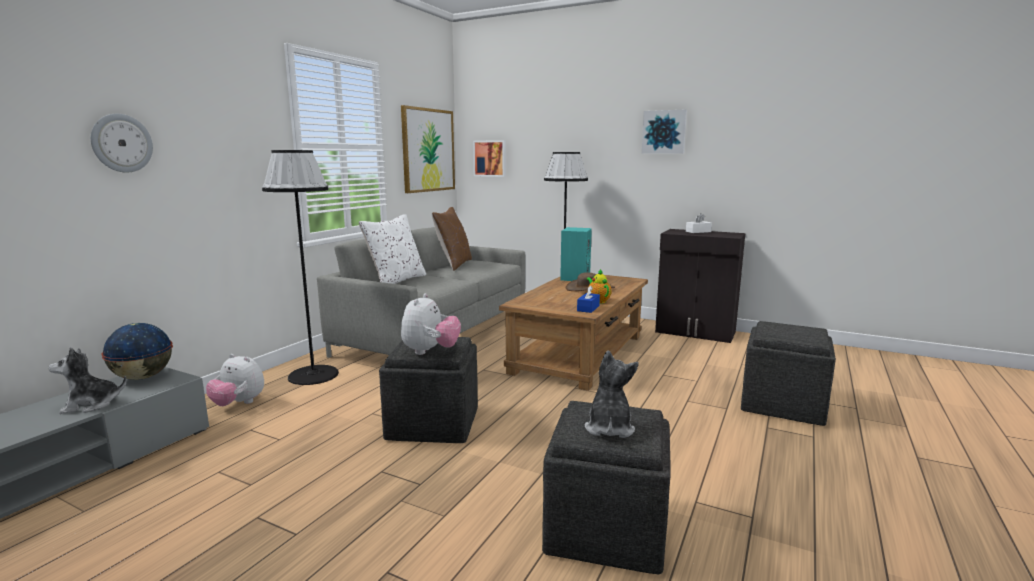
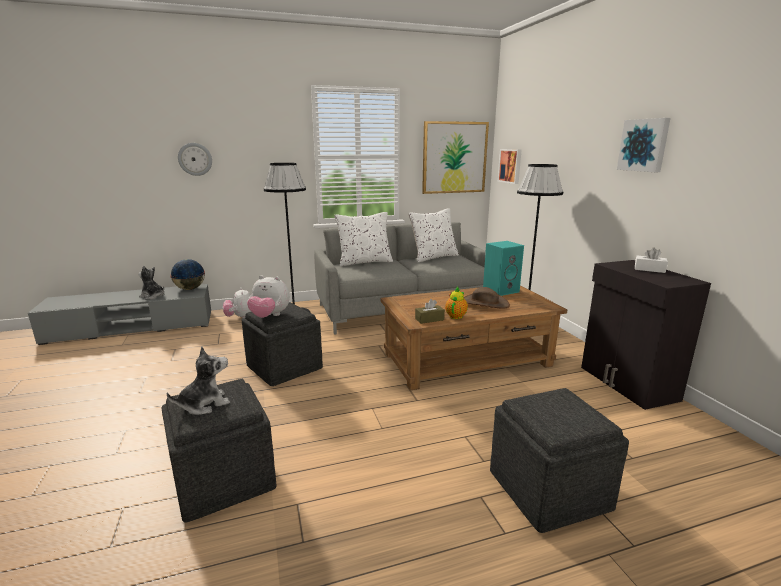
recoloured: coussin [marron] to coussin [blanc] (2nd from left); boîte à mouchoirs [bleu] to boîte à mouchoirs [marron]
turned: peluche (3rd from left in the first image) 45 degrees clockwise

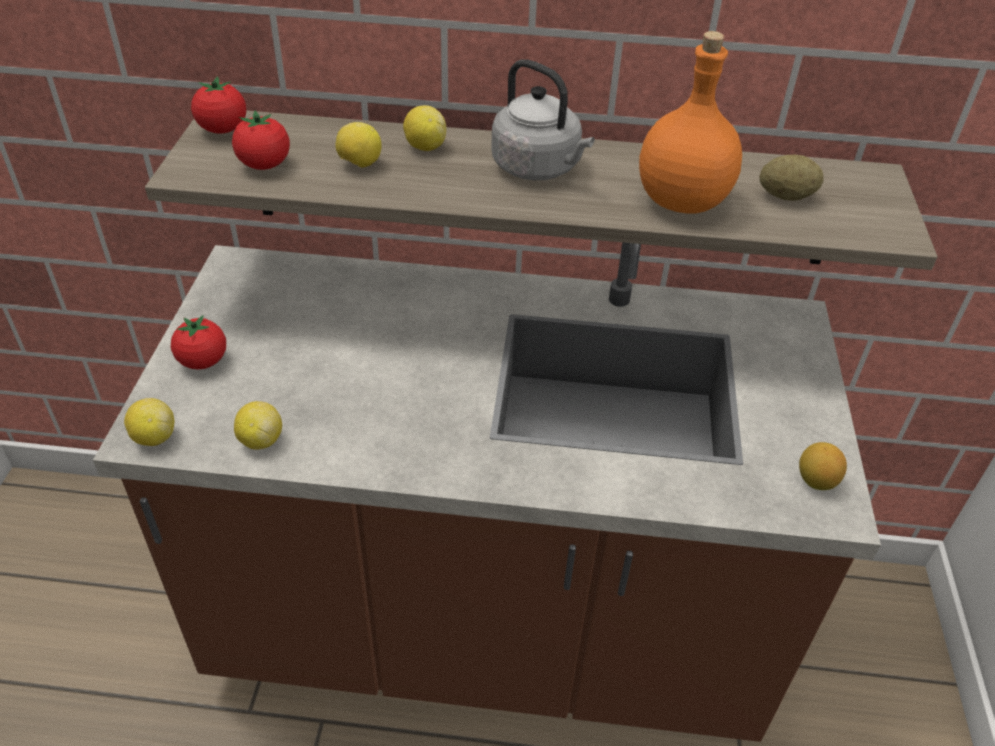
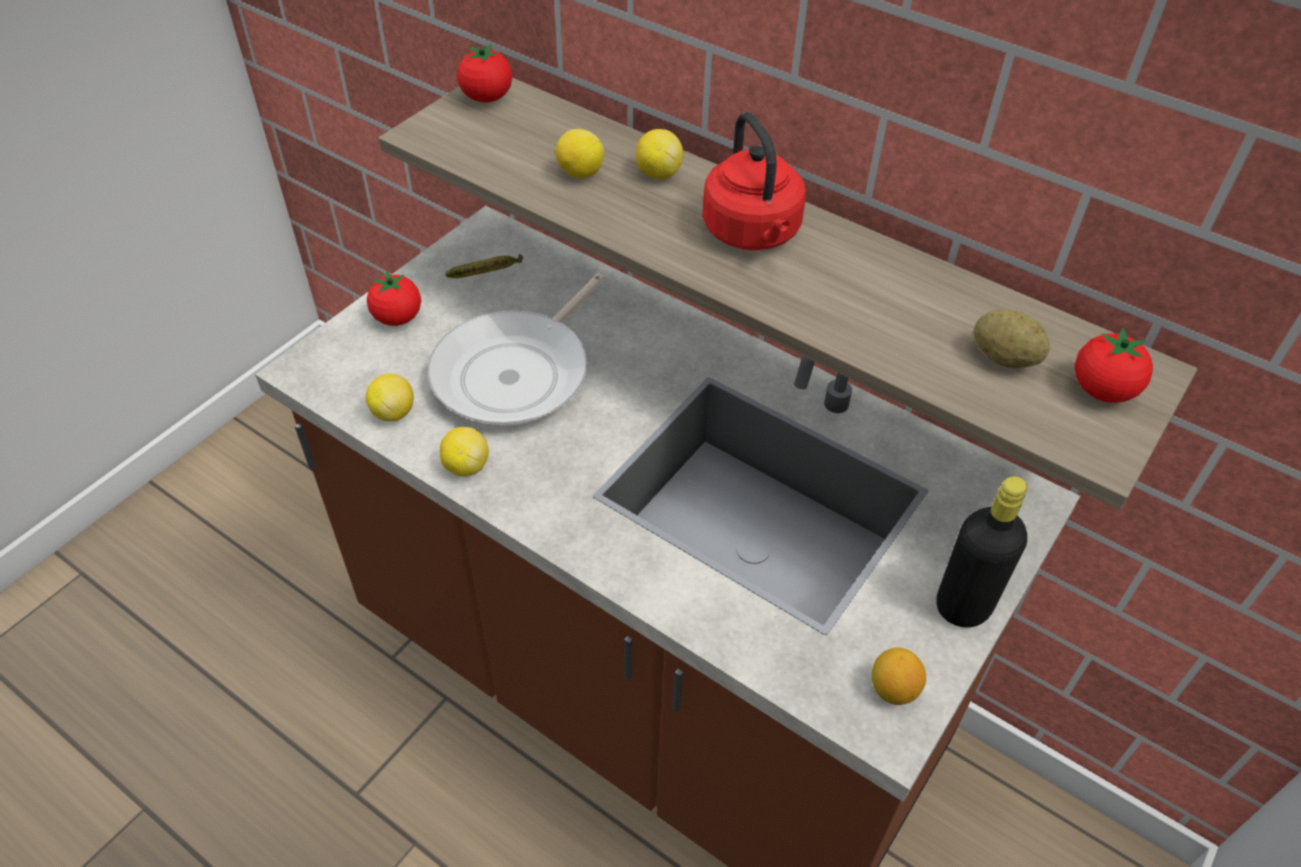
removed: bouteille [orange]
added: poêle; banane; bouteille [noir]
moved: citron (1st from left in the first image) to citron (2nd from left); tomate (3rd from left)
recoloured: bouilloire [gris] to bouilloire [rouge]

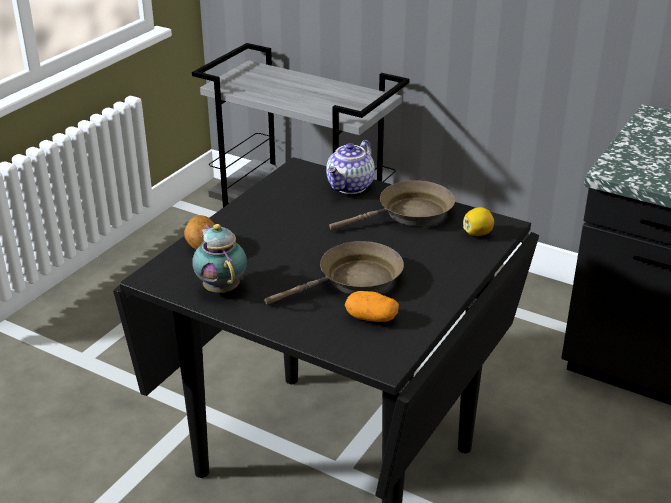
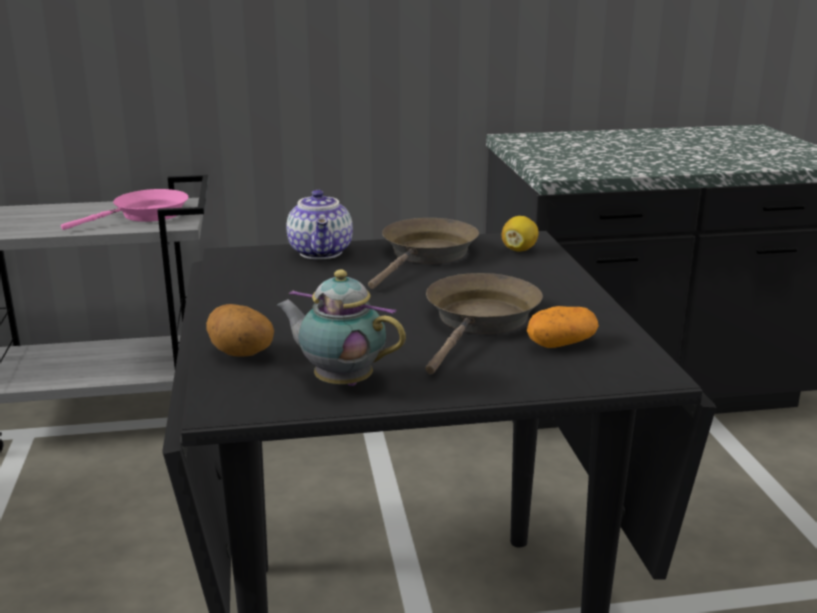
added: poêle [rose]

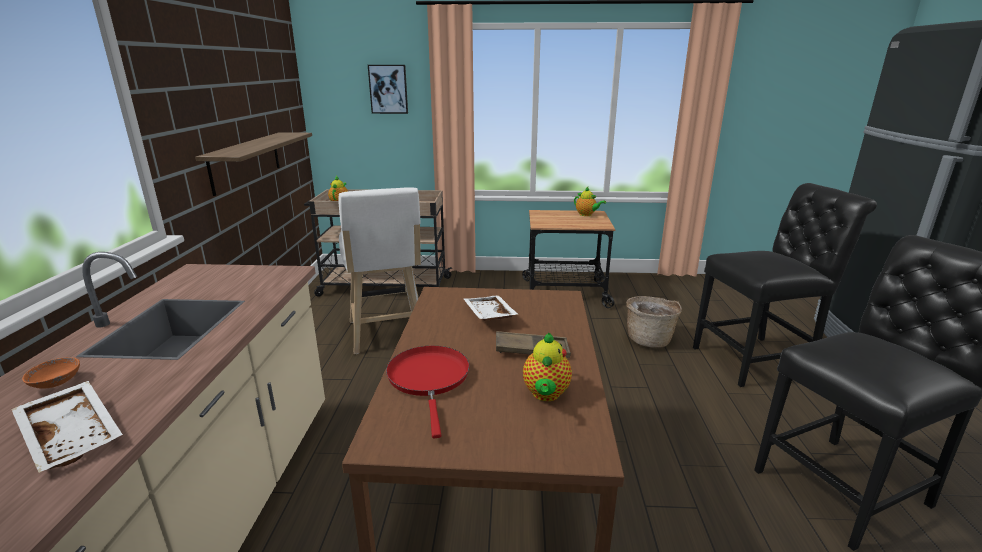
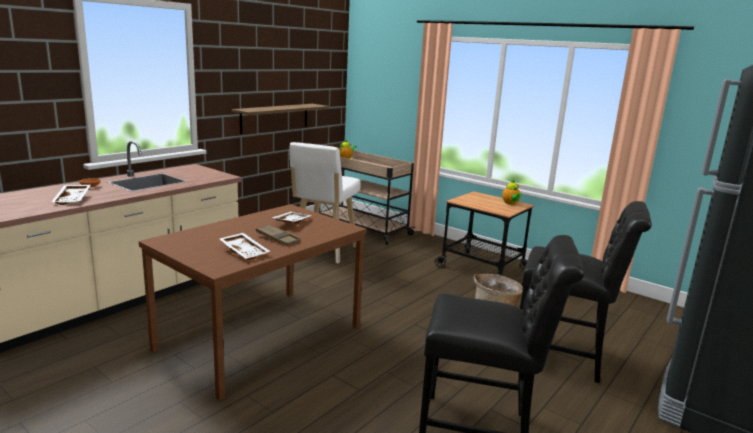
removed: tableau; poêle [rouge]
replaced: théière (2nd from left) to plateau [blanc] (2nd from left)

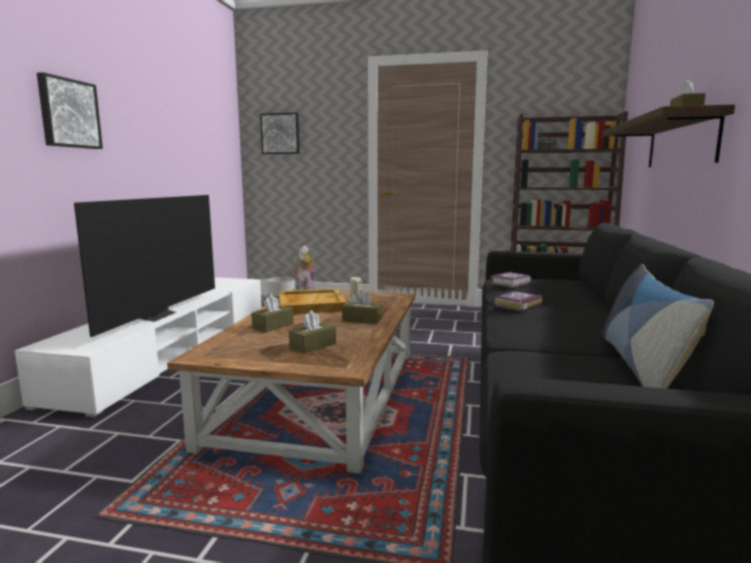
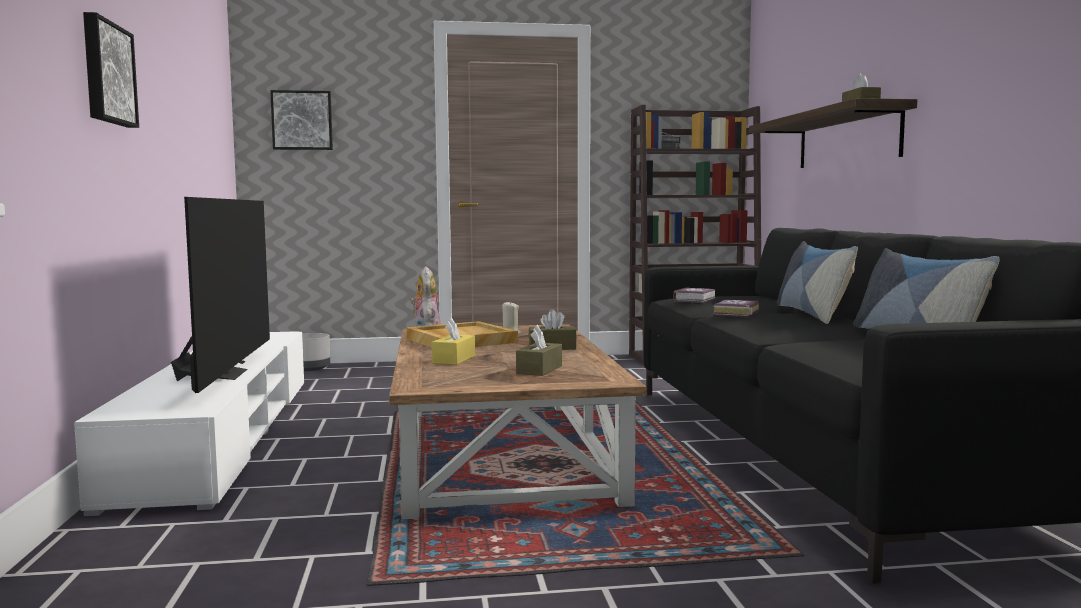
added: coussin (1st from left)
recoloured: boîte à mouchoirs [marron] (1st from left) to boîte à mouchoirs [jaune]

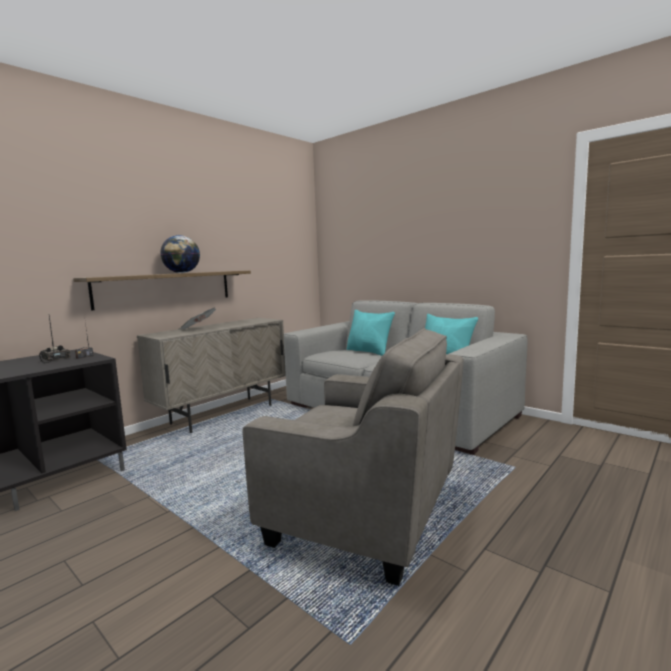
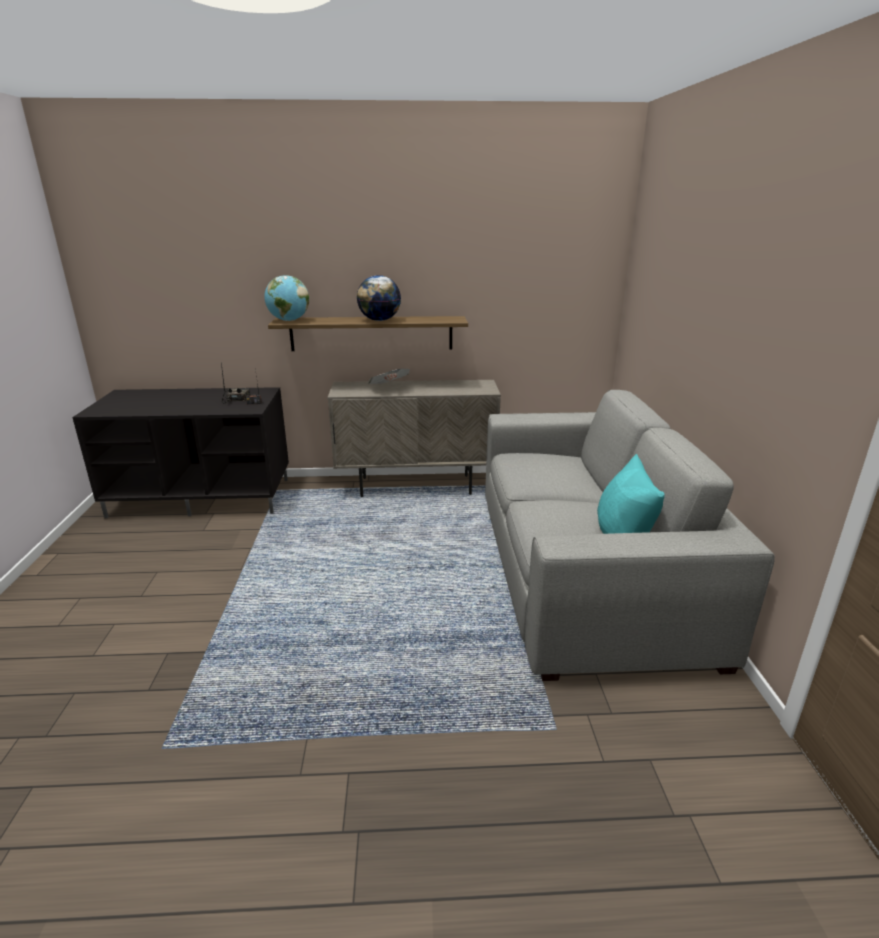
removed: fauteuil [gris]; coussin [turquoise] (1st from left)
added: globe (1st from left)

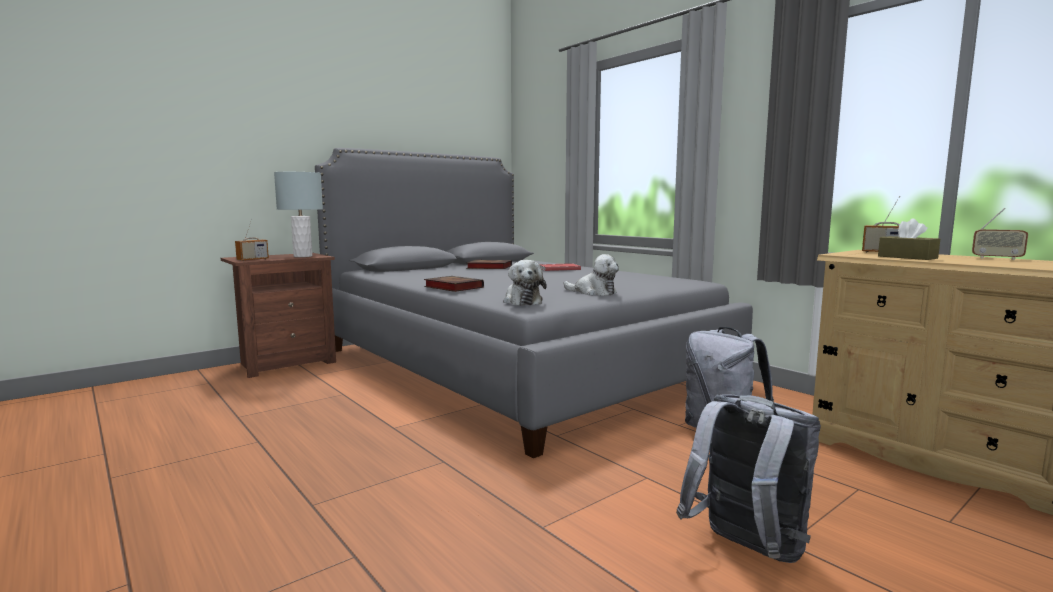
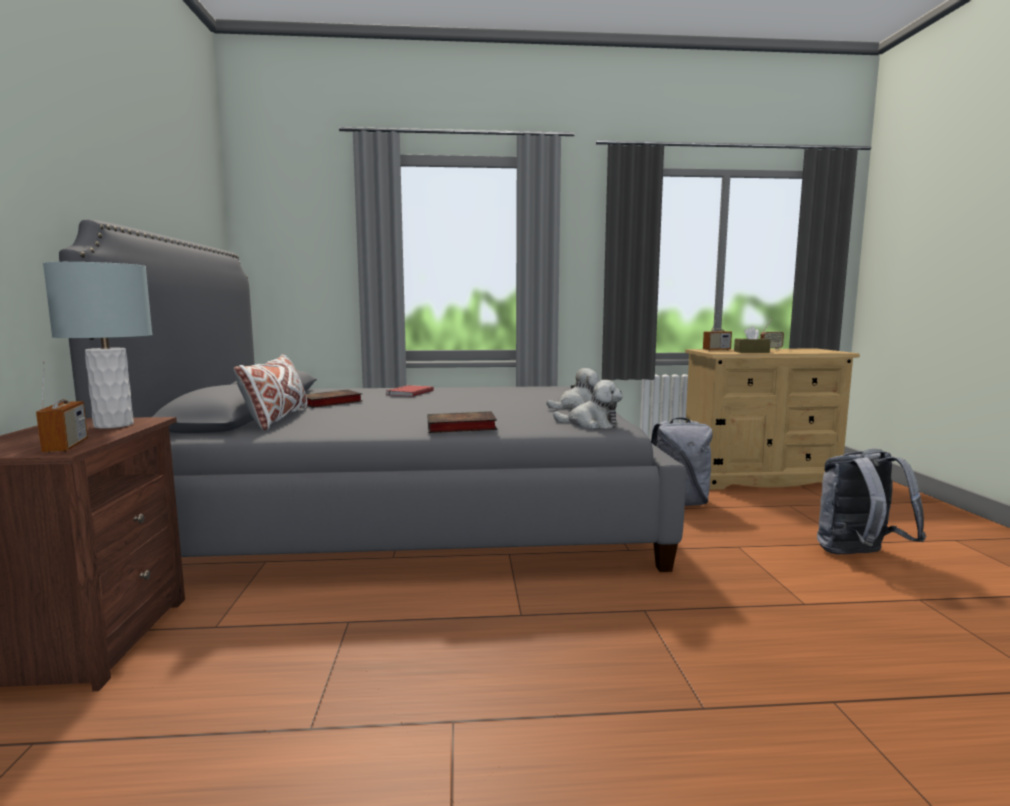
added: coussin [blanc]

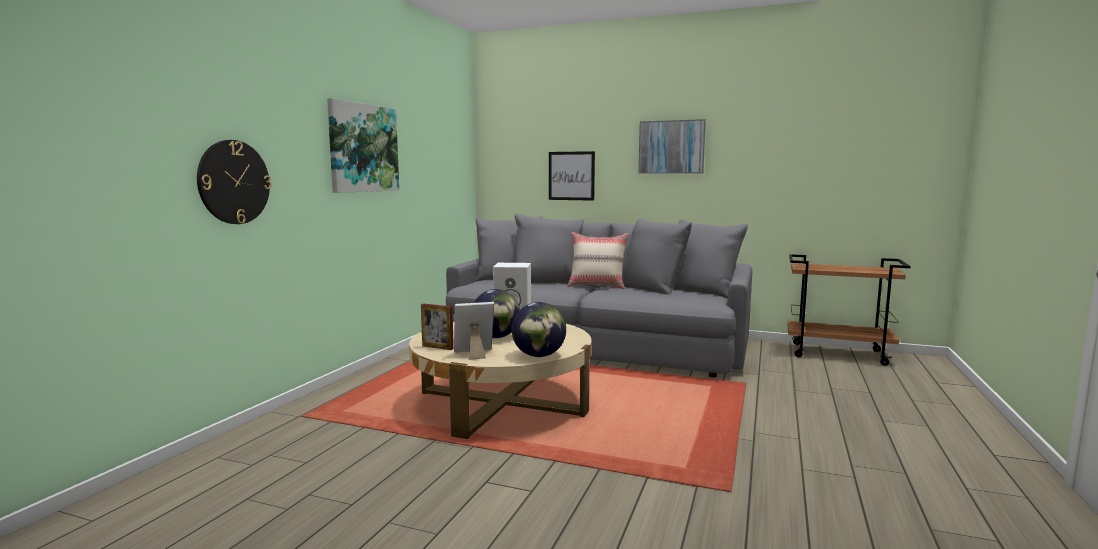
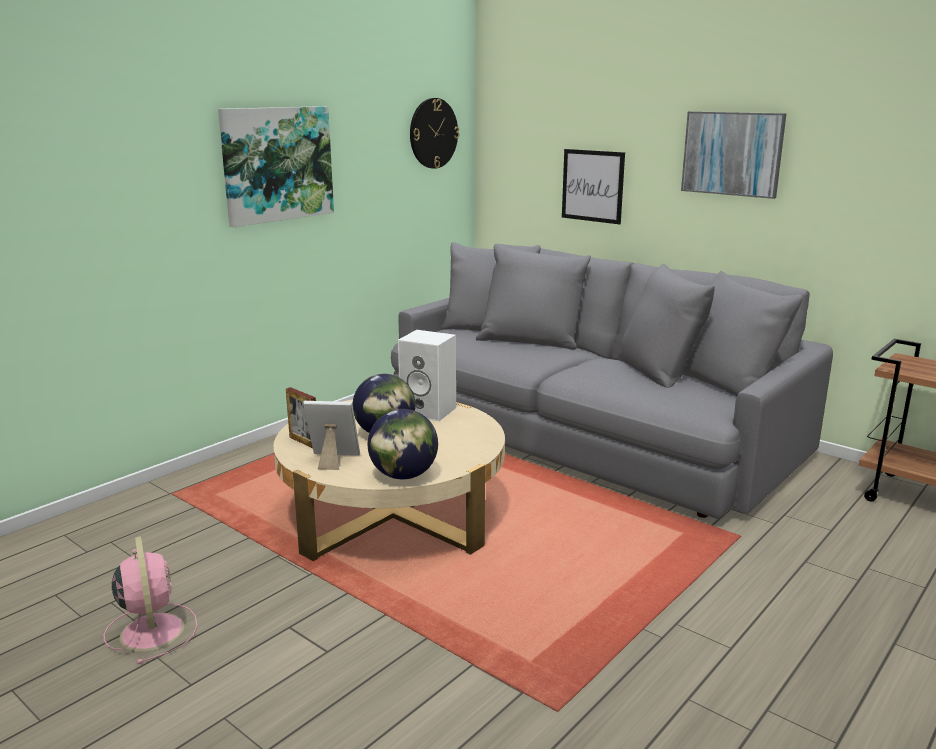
removed: coussin [beige]
added: ventilateur [rose]
moved: horloge murale

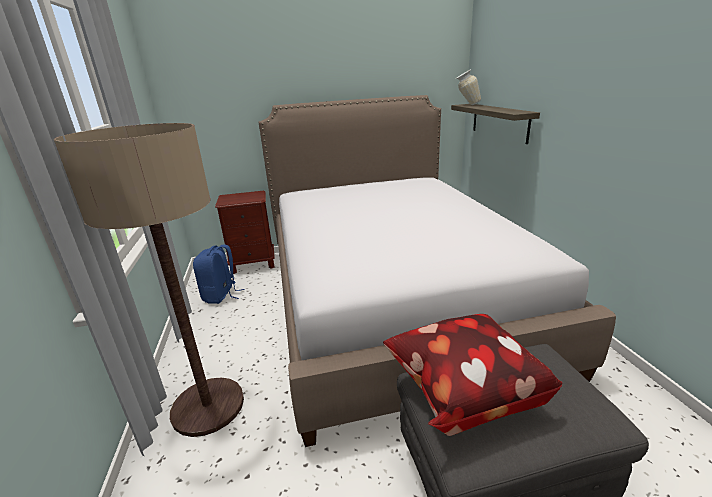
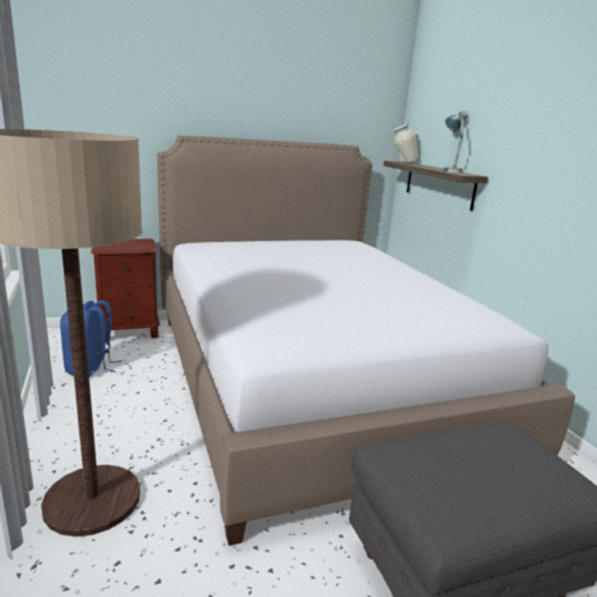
removed: coussin
added: lampe de table

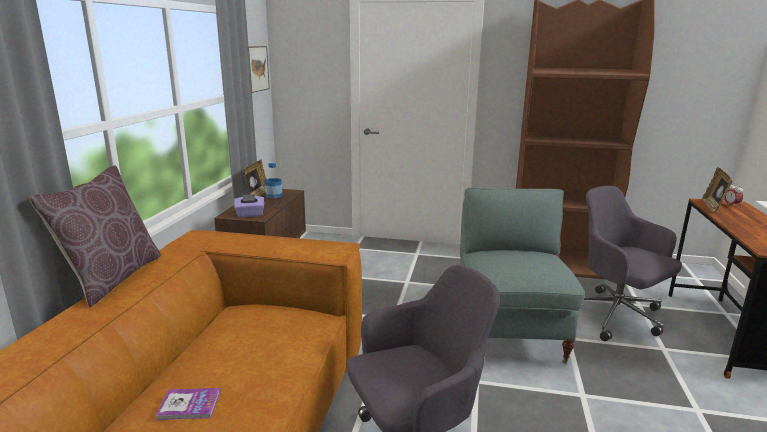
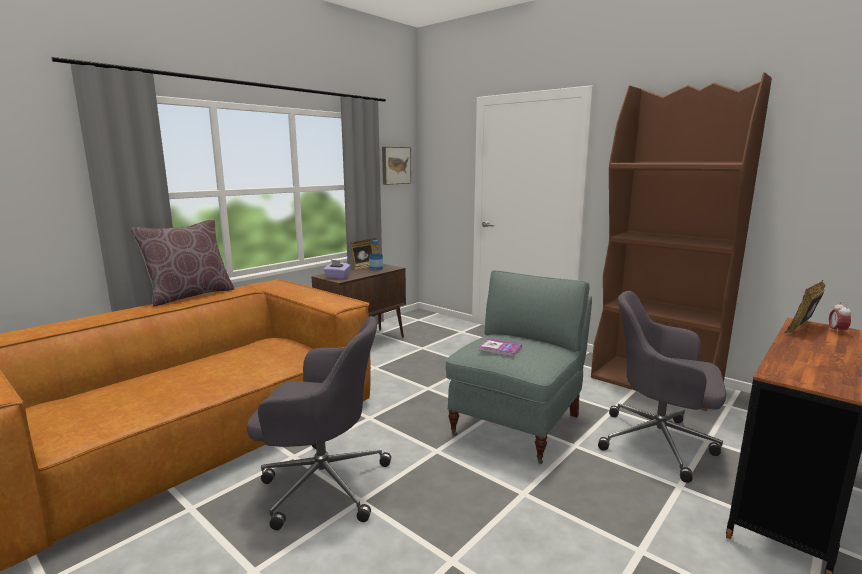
moved: livre
turned: chaise de bureau [gris] (2nd from left) 60 degrees counterclockwise

